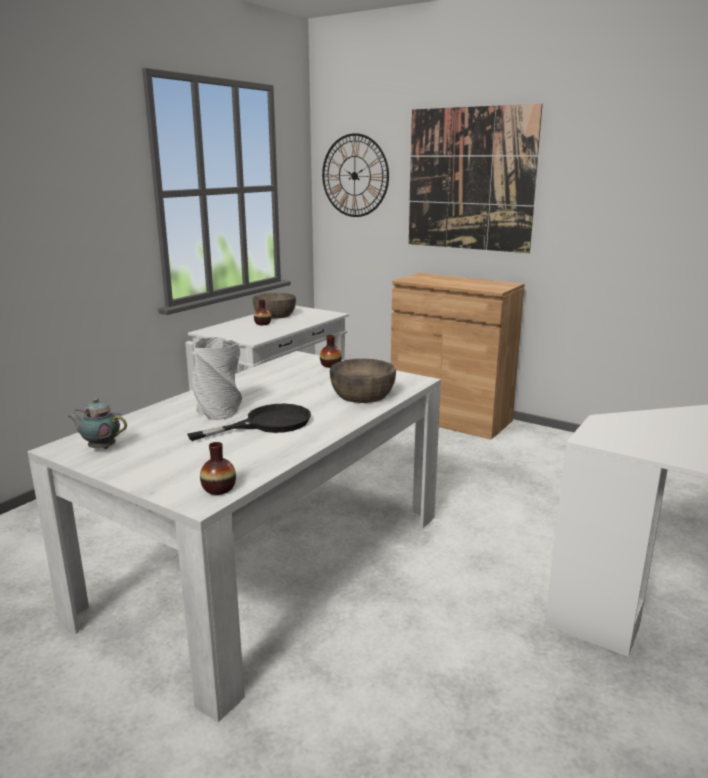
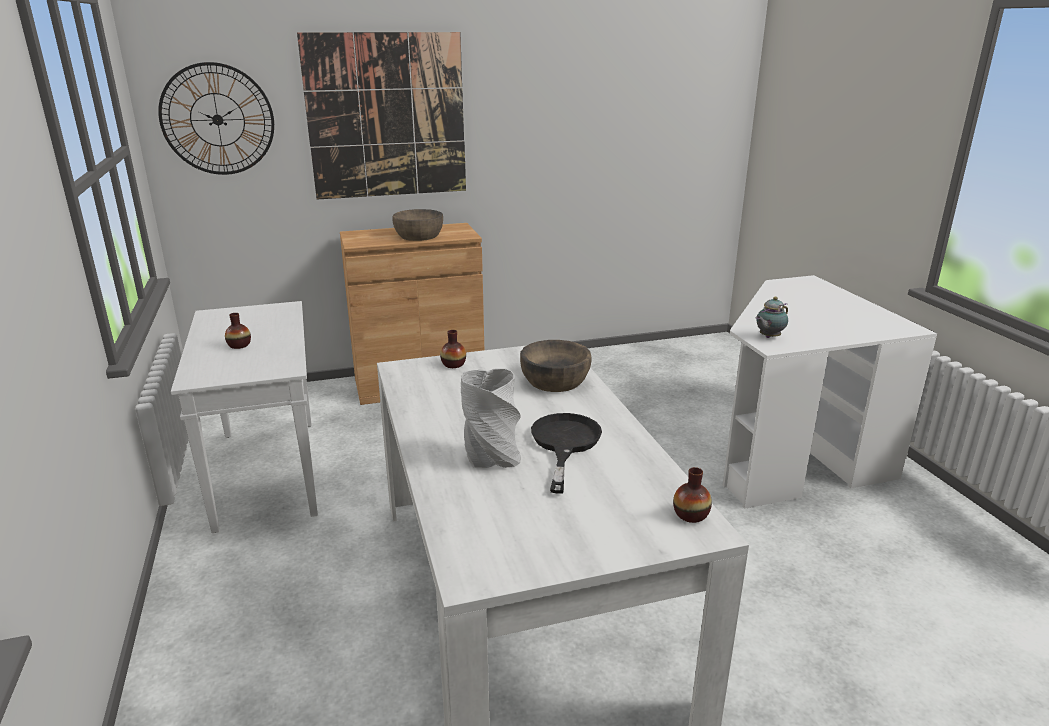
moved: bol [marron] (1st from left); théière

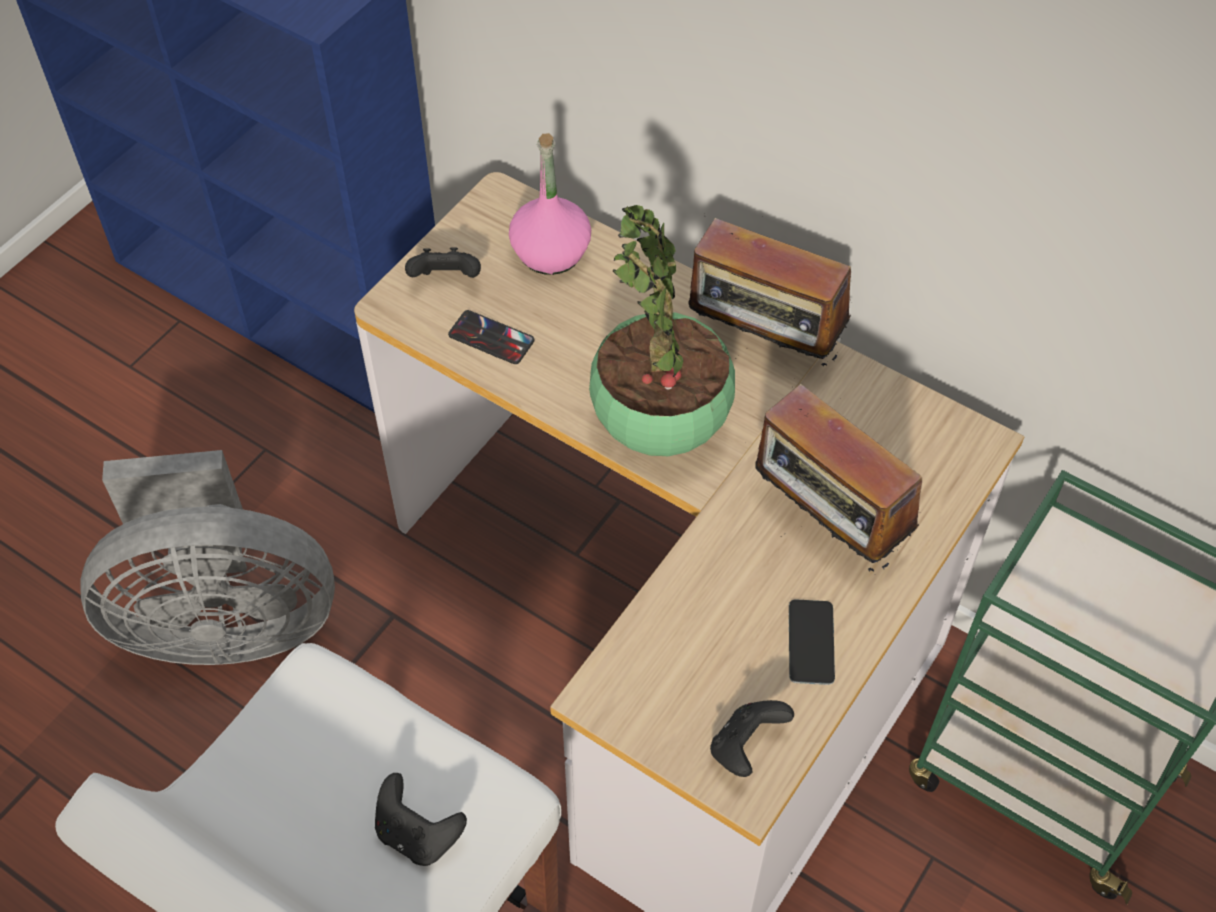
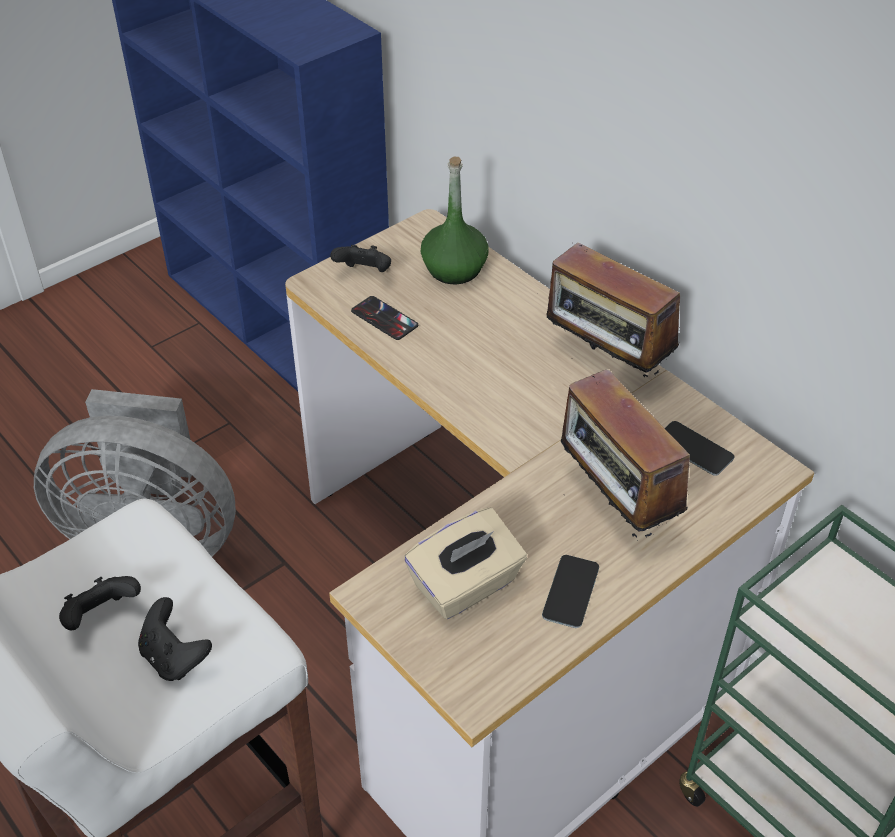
removed: plante en pot
added: boîte à mouchoirs [beige]; téléphone (3rd from left)
moved: manette [noir] (3rd from left in the first image) to manette [noir] (1st from left)
recoloured: bouteille [rose] to bouteille [vert]

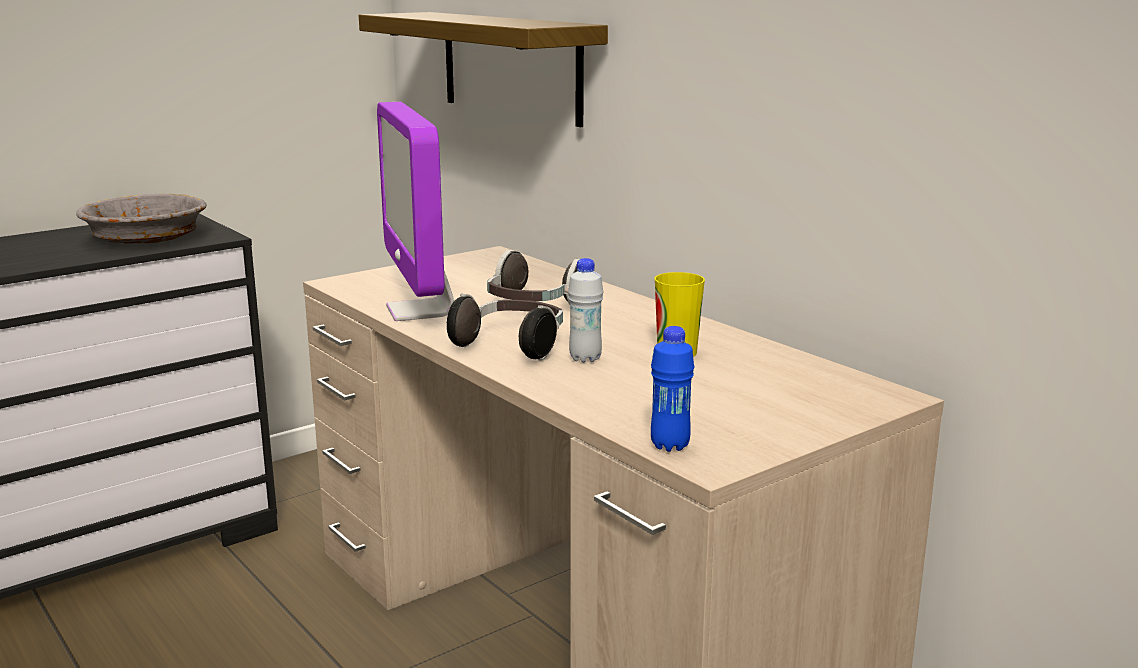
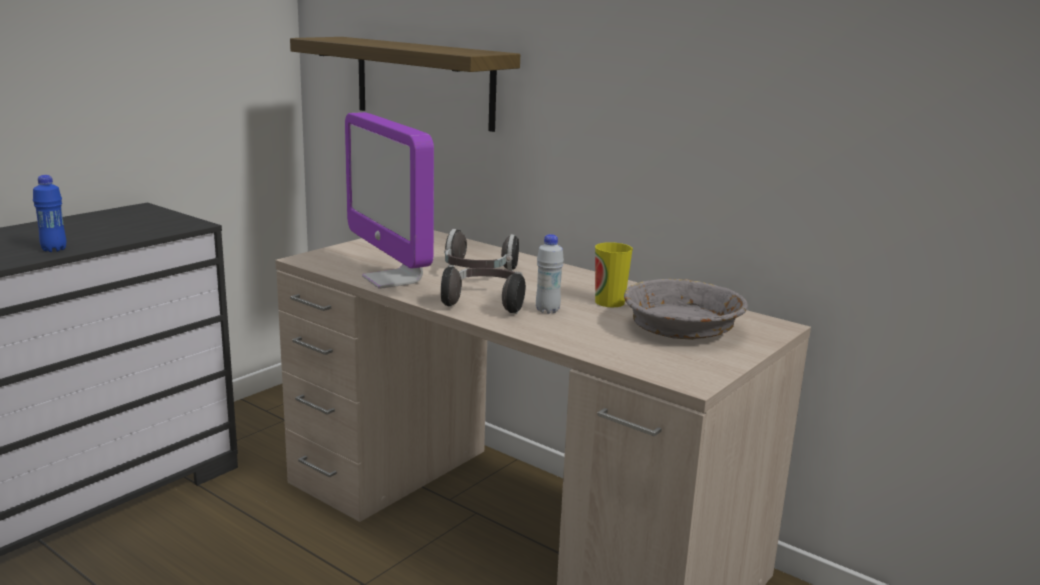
moved: bouteille [bleu]; bol [gris]

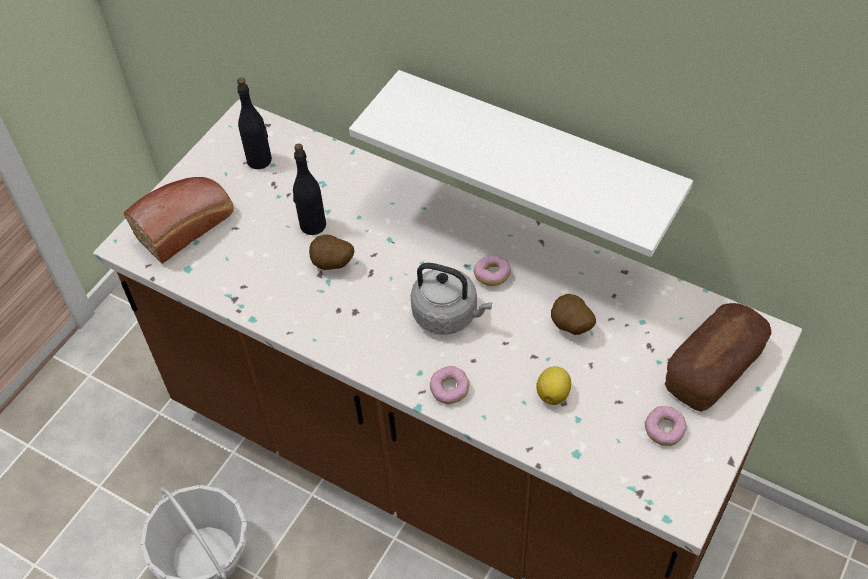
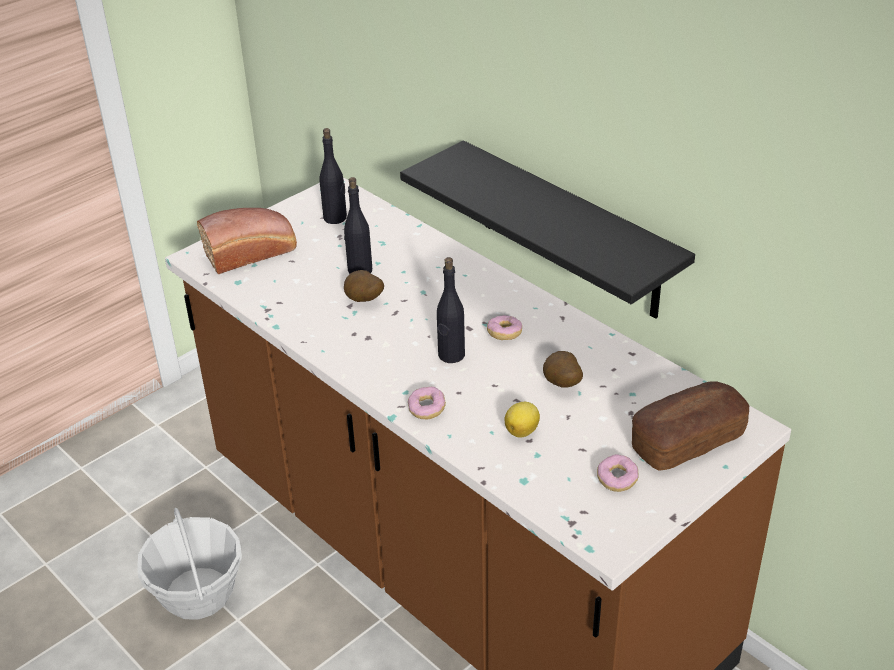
replaced: bouilloire [gris] to bouteille [noir] (3rd from left)
recoloured: étagère [blanc] to étagère [noir]

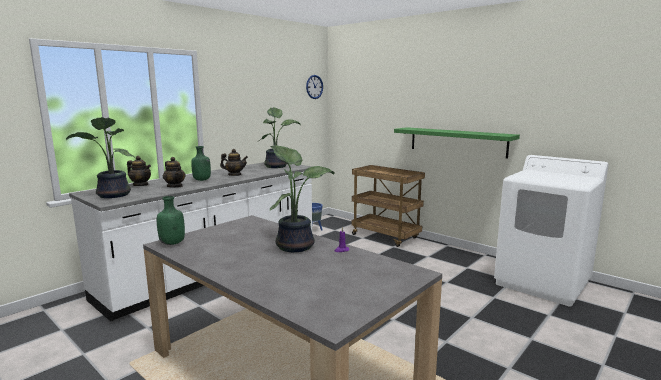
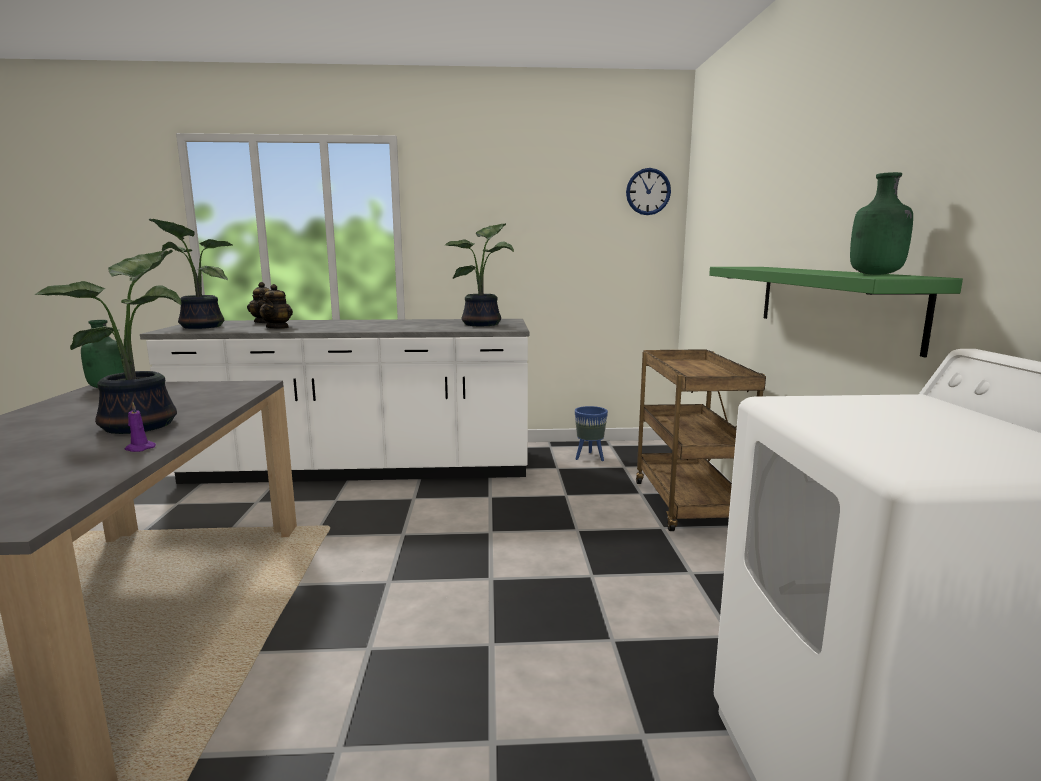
removed: théière (3rd from left)
moved: bouteille [vert] (2nd from left)

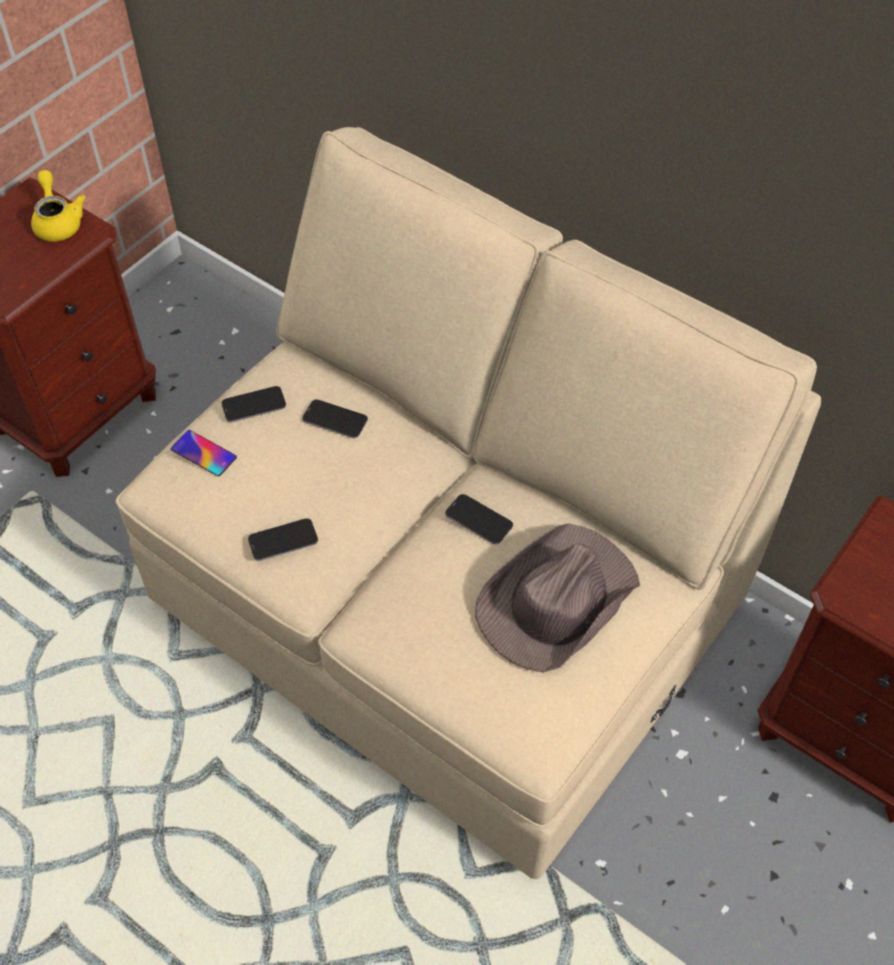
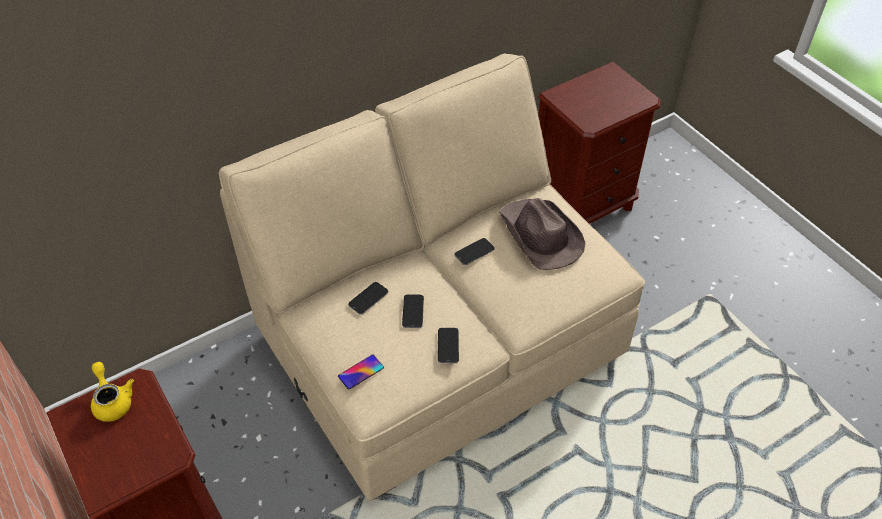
moved: téléphone (2nd from left in the first image) to téléphone (3rd from left)
turned: théière [jaune] 60 degrees clockwise

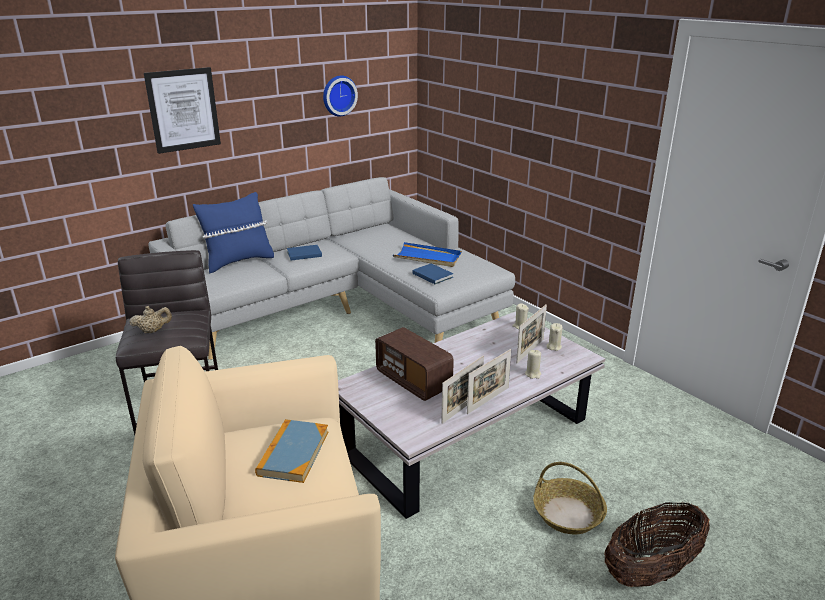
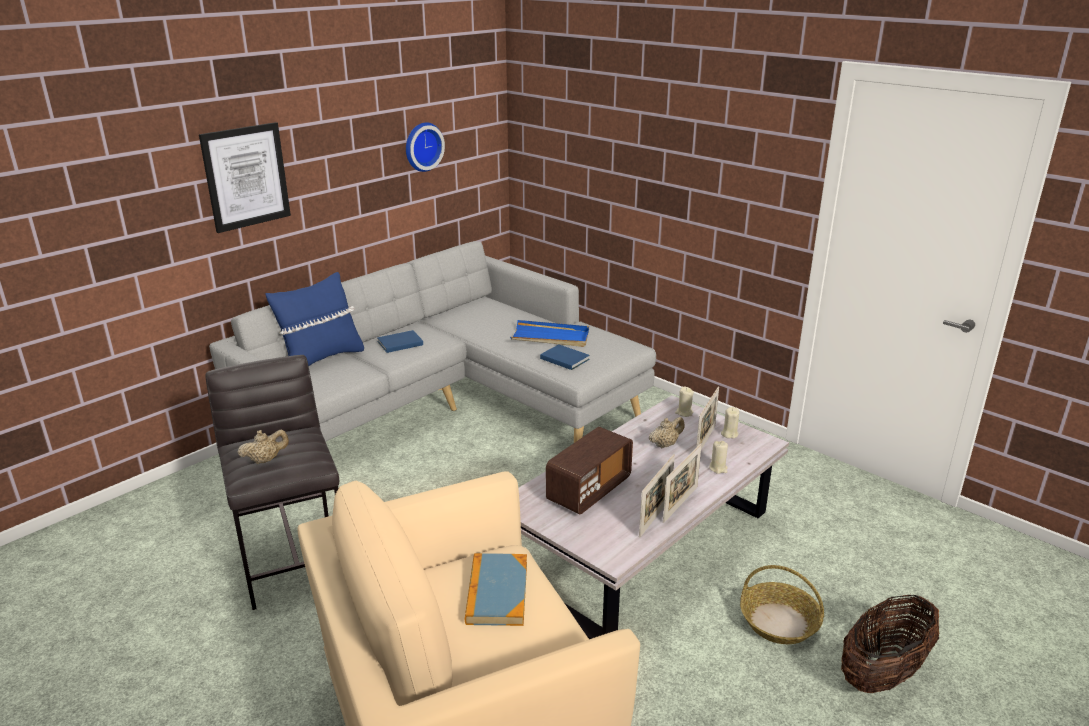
added: théière [beige] (2nd from left)
turned: radio 90 degrees counterclockwise

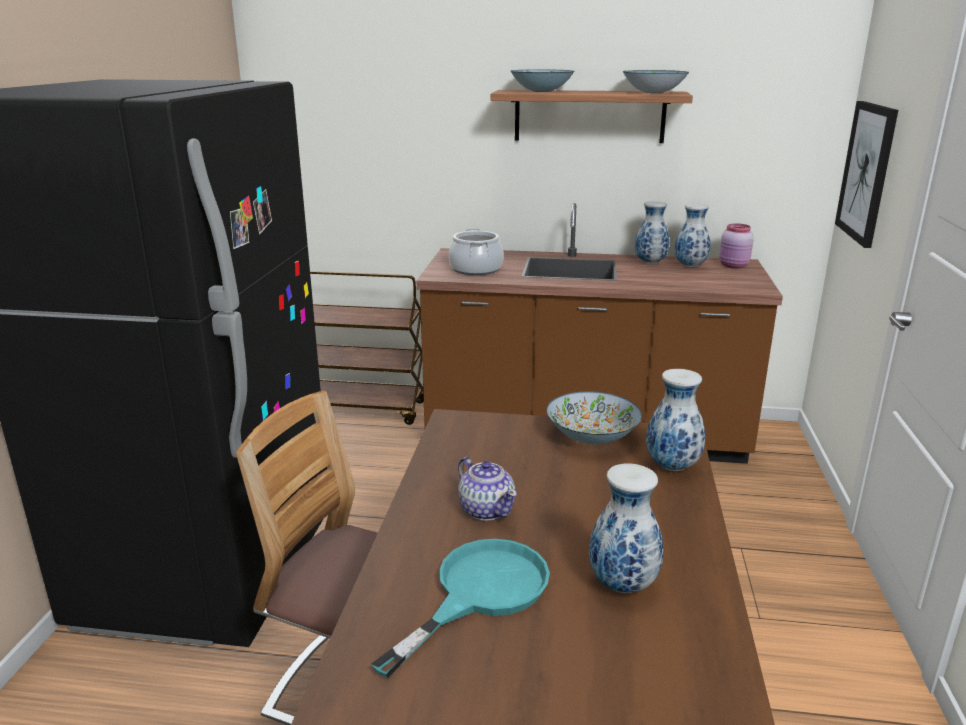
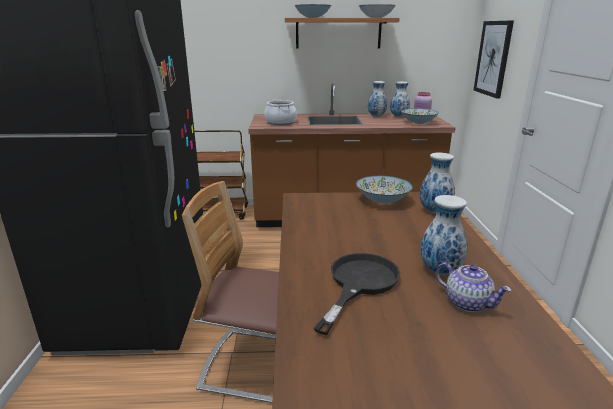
added: bol (4th from left)
moved: théière
recoloured: poêle [turquoise] to poêle [noir]

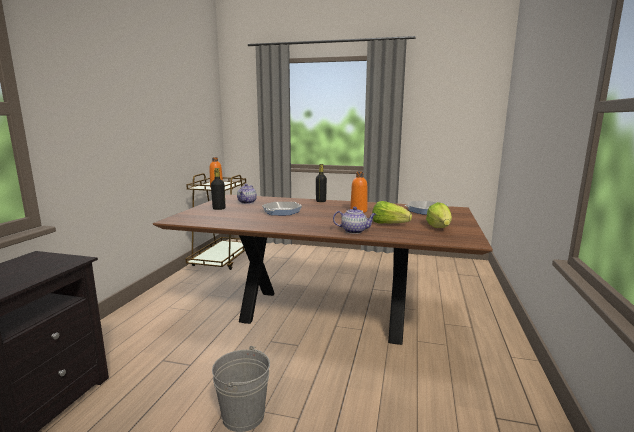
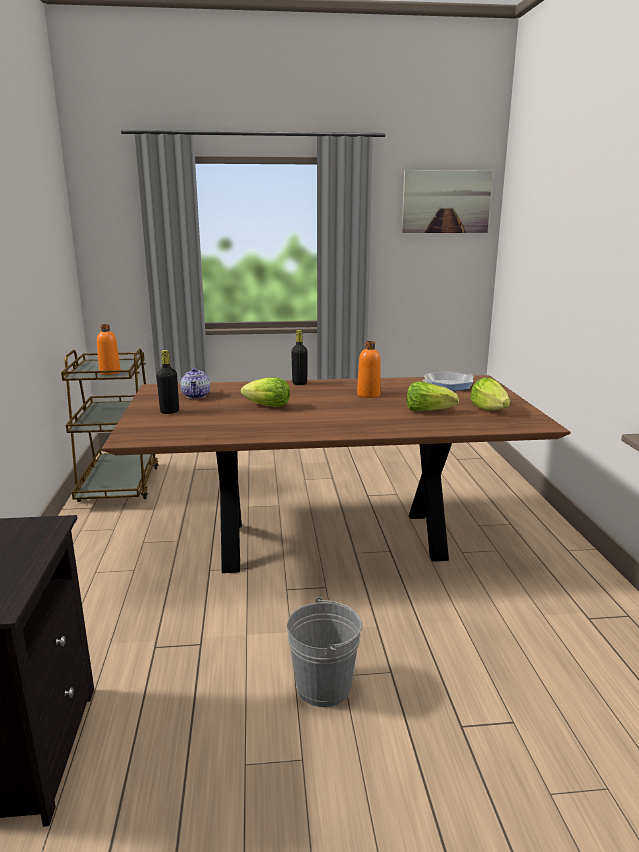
removed: théière (2nd from left)
added: tableau
replaced: poêle (1st from left) to laitue (1st from left)

